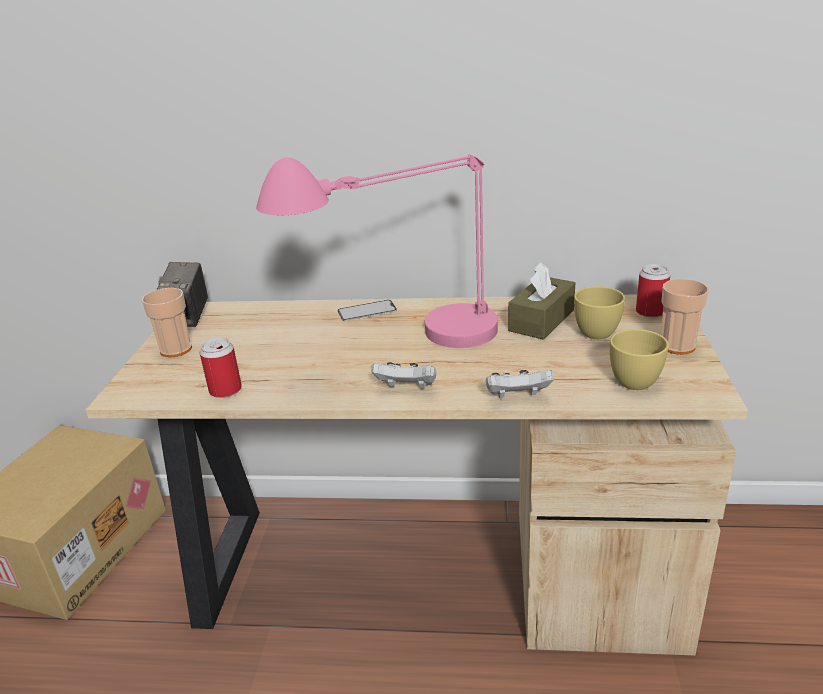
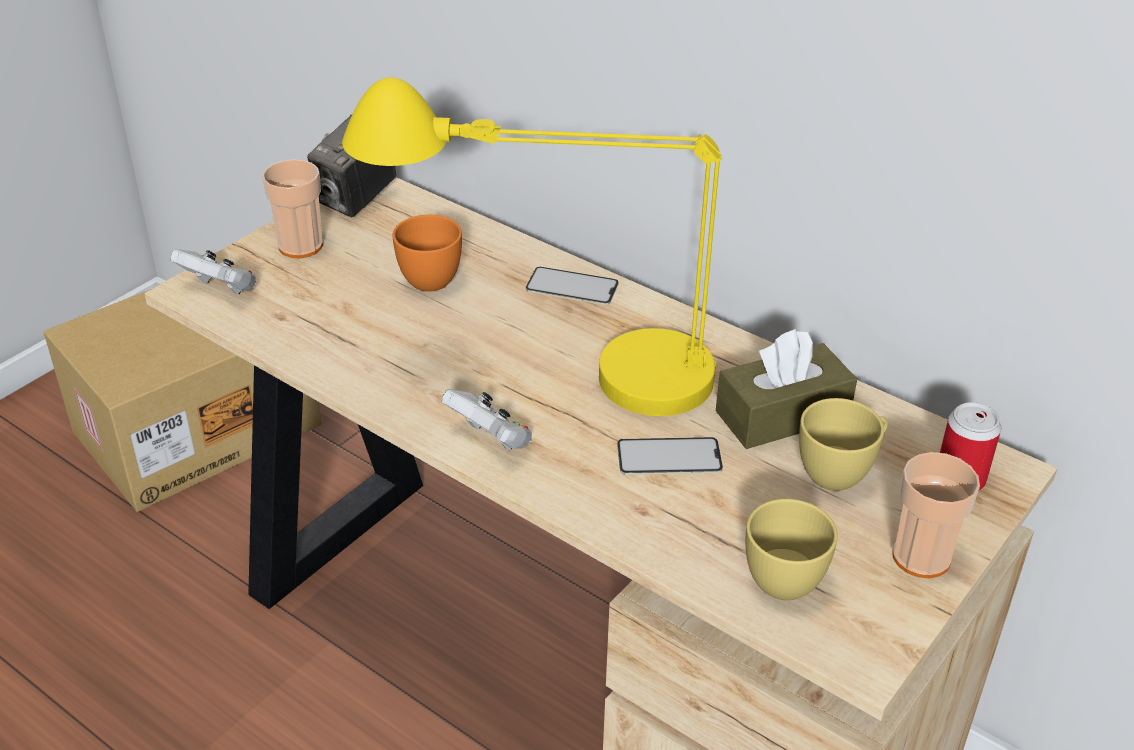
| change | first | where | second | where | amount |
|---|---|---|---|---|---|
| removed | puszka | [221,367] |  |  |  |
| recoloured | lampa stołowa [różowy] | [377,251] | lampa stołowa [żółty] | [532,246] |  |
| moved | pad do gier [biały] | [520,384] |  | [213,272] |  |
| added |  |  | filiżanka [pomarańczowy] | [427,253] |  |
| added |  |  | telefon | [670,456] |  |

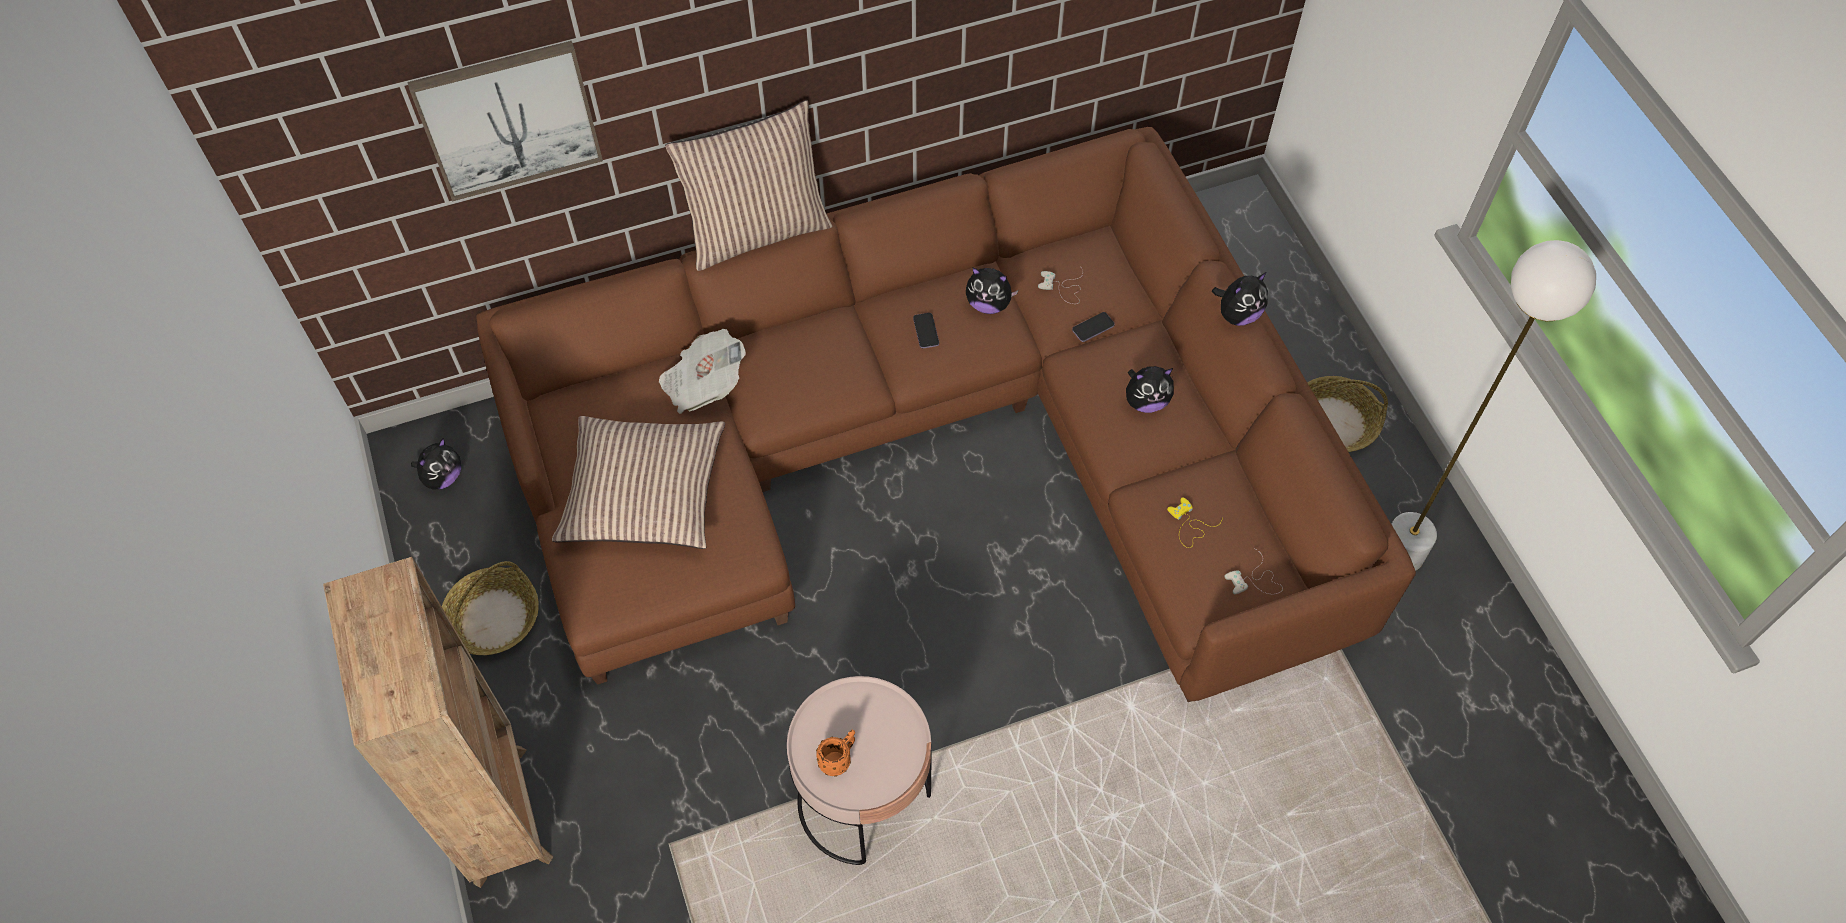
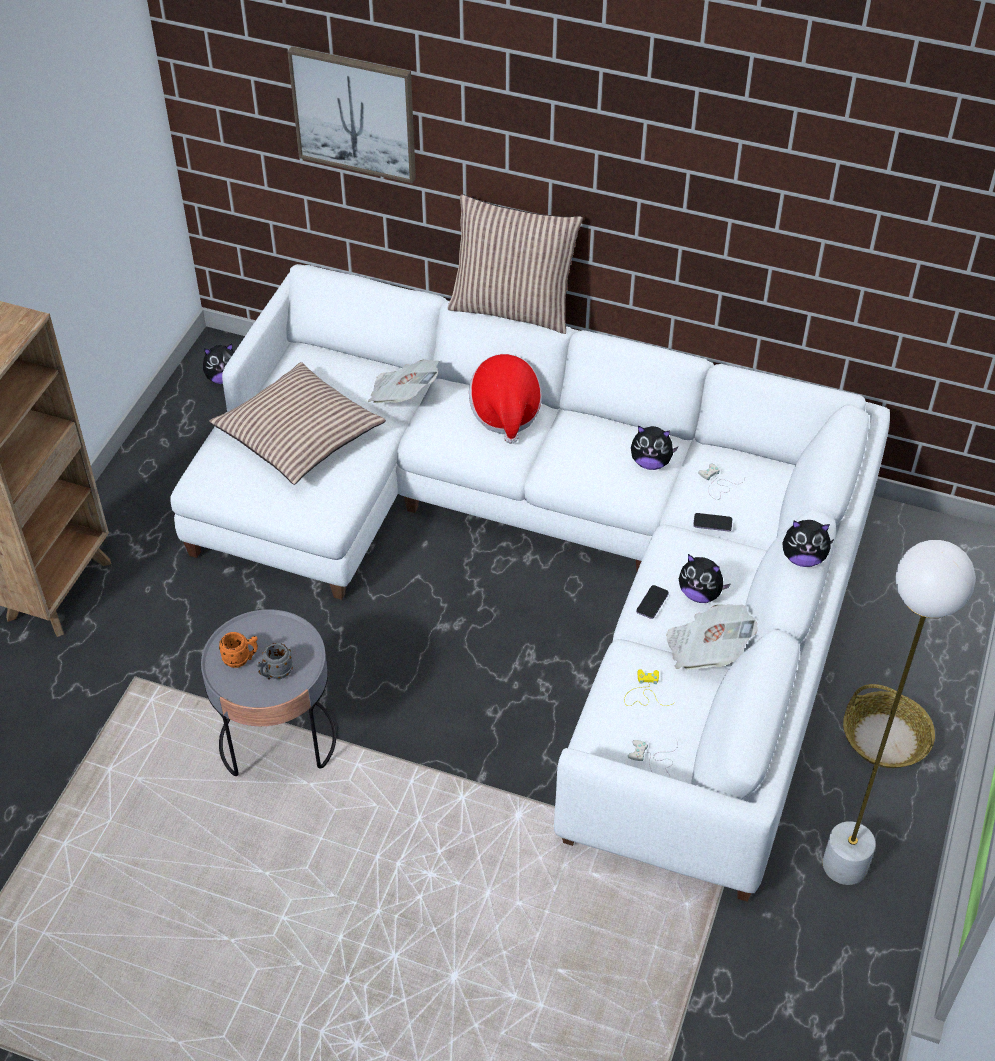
| change | first | where | second | where | amount |
|---|---|---|---|---|---|
| removed | koszyk | [490,608] |  |  |  |
| recoloured | kanapa [brązowy] | [946,414] | kanapa [biały] | [530,583] |  |
| recoloured | stolik [różowy] | [859,770] | stolik [szary] | [268,692] |  |
| moved | telefon | [926,330] |  | [652,602] |  |
| turned | pluszak | [992,290] |  | [654,448] | 45 degrees counterclockwise |
| added |  |  | kubek [szary] | [274,661] |  |
| added |  |  | kapelusz | [505,399] |  |
| added |  |  | gazeta | [712,637] |  |

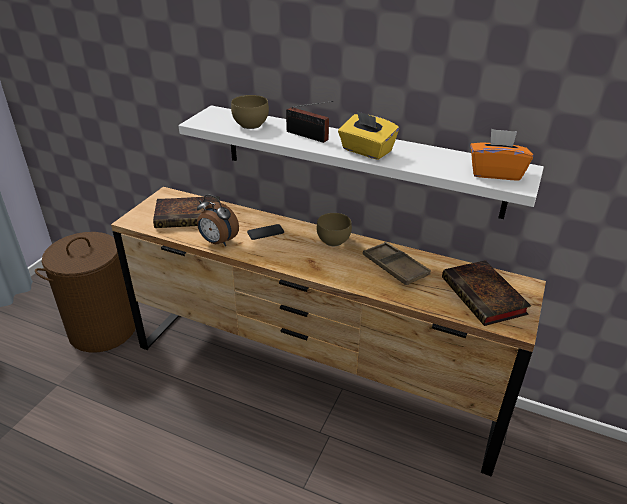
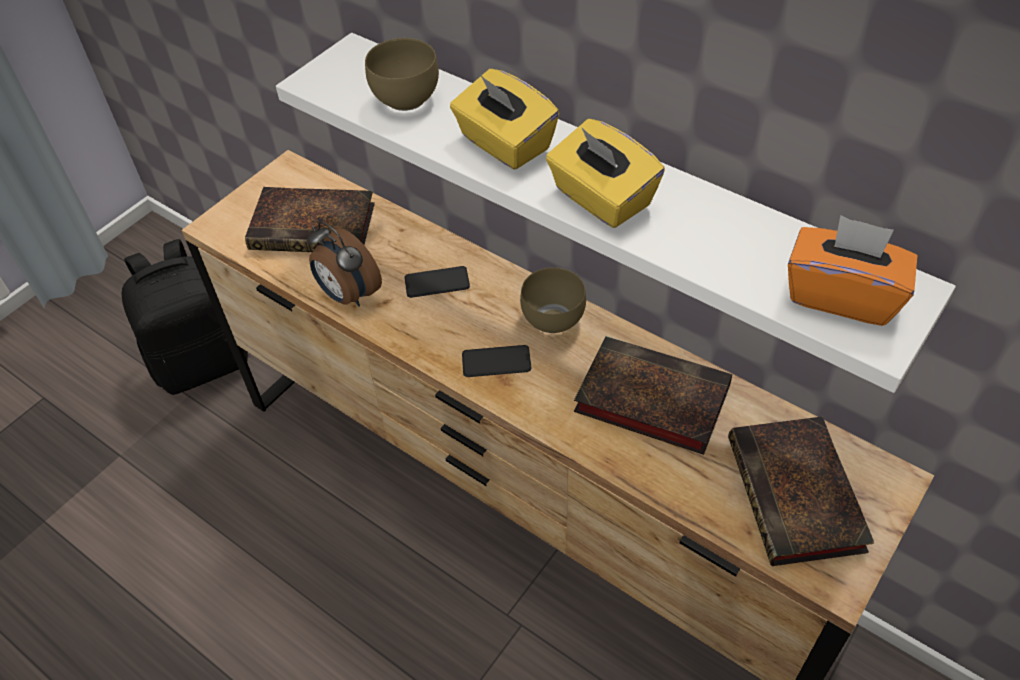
| change | first | where | second | where | amount |
|---|---|---|---|---|---|
| replaced | kosz na pranie [brązowy] | [85,292] | plecak [czarny] | [185,317] |  |
| replaced | radio | [309,122] | pudełko chusteczek [żółty] | [504,119] |  |
| replaced | taca [brązowy] | [397,263] | książka | [653,395] |  |
| added |  |  | telefon | [496,361] |  |

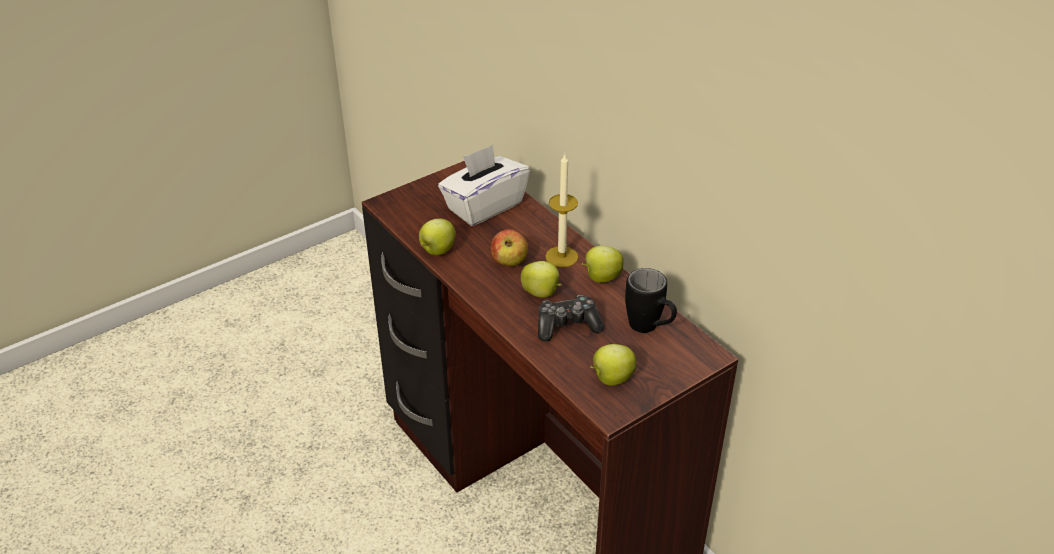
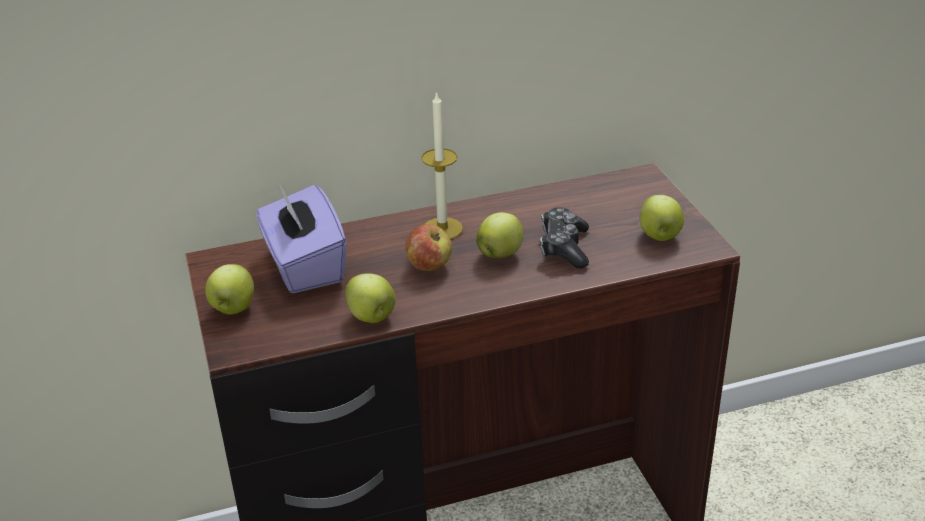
| change | first | where | second | where | amount |
|---|---|---|---|---|---|
| recoloured | pudełko chusteczek [biały] | [484,185] | pudełko chusteczek [fioletowy] | [301,239] |  |
| moved | jabłko | [602,264] |  | [229,289] |  |
| removed | kubek [czarny] | [651,300] |  |  |  |

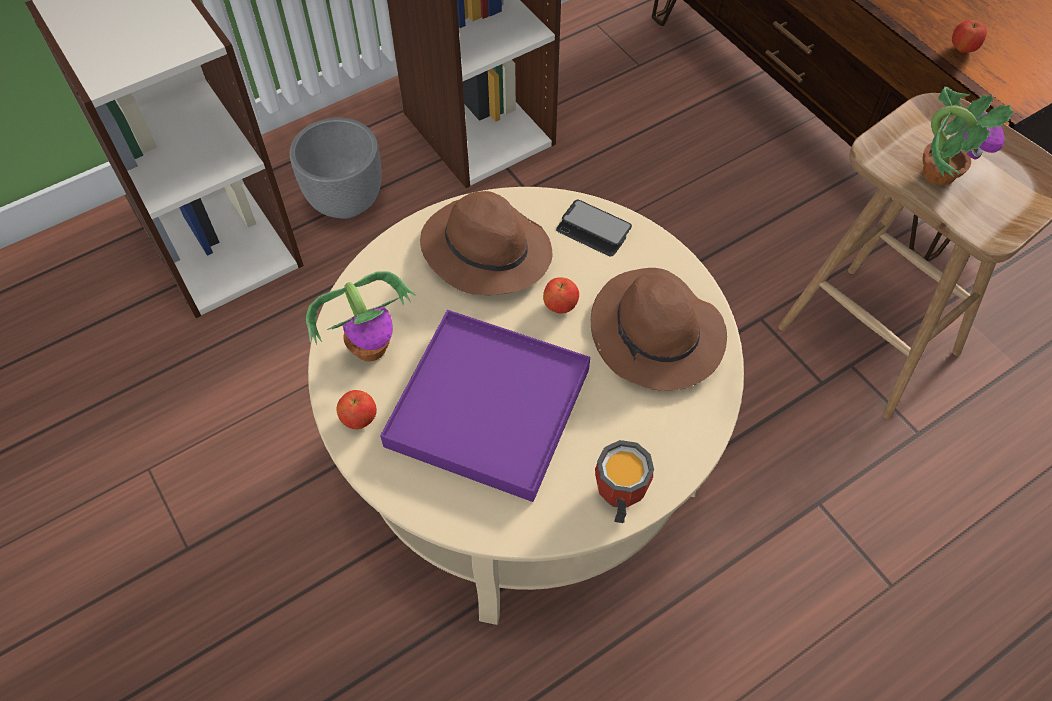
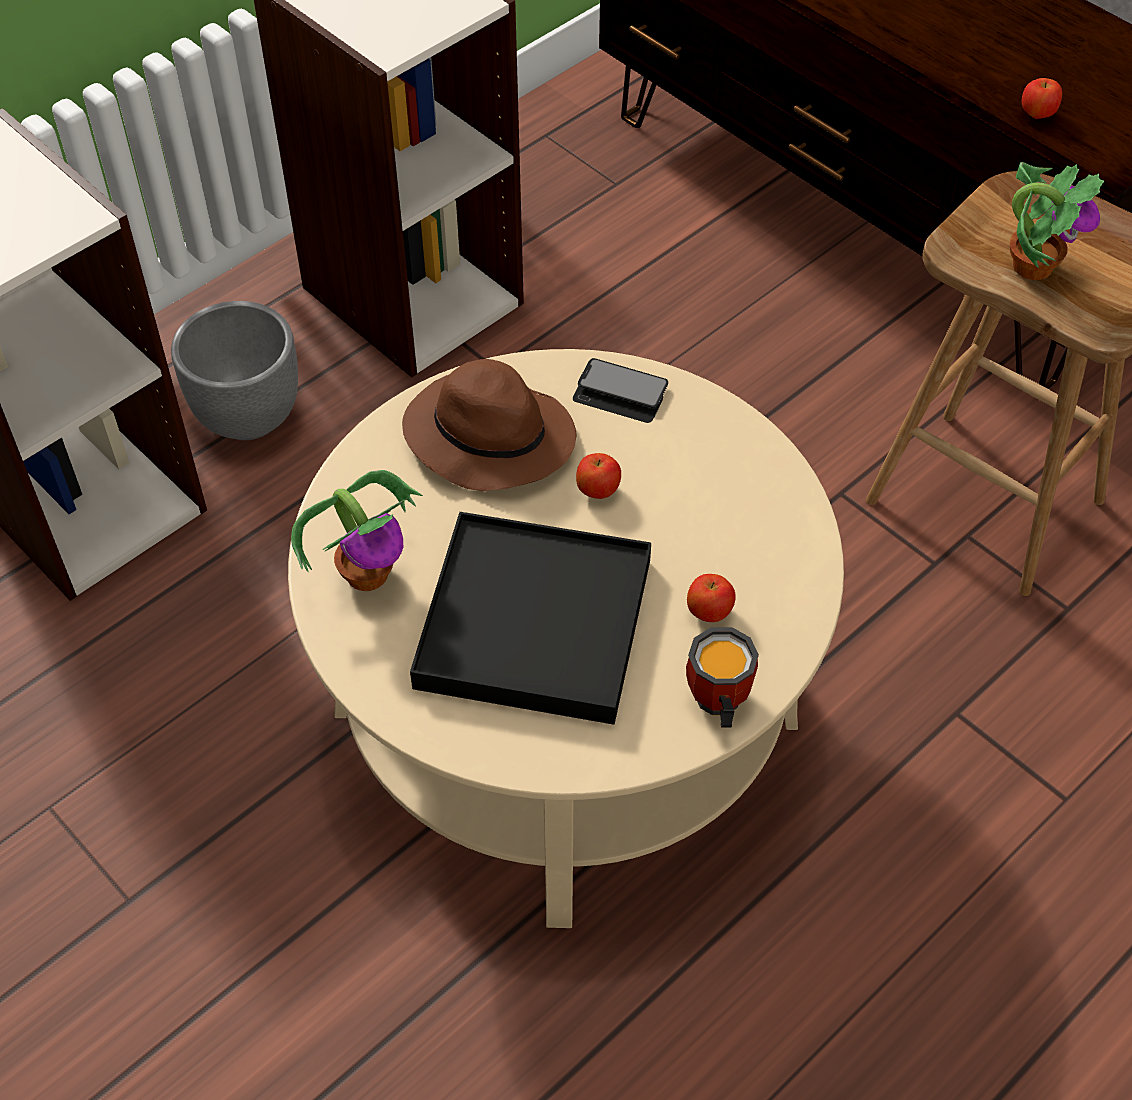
| change | first | where | second | where | amount |
|---|---|---|---|---|---|
| moved | jabłko | [357,409] |  | [711,598] |  |
| recoloured | taca [fioletowy] | [485,406] | taca [czarny] | [530,618] |  |
| removed | kapelusz [brązowy] | [659,329] |  |  |  |

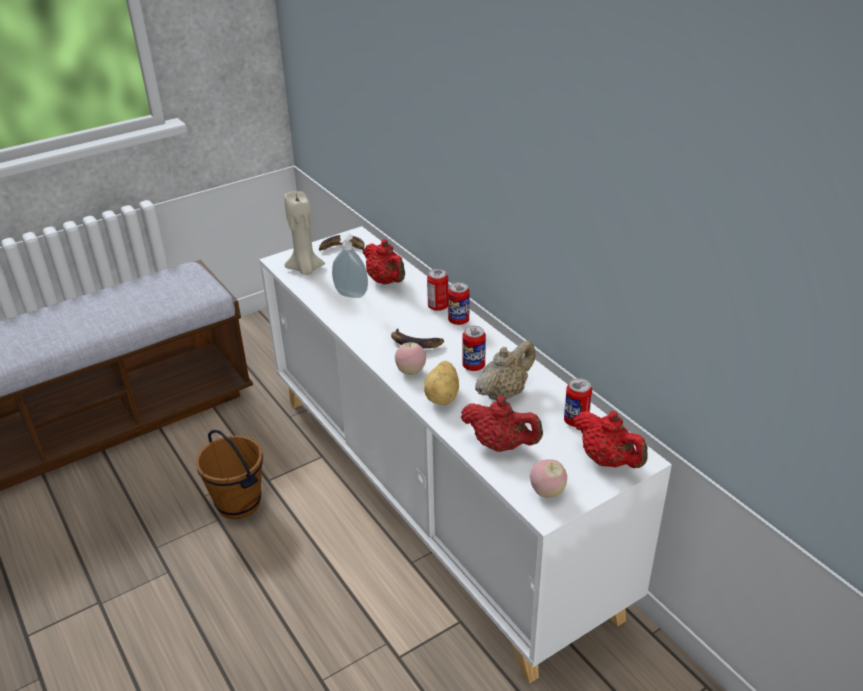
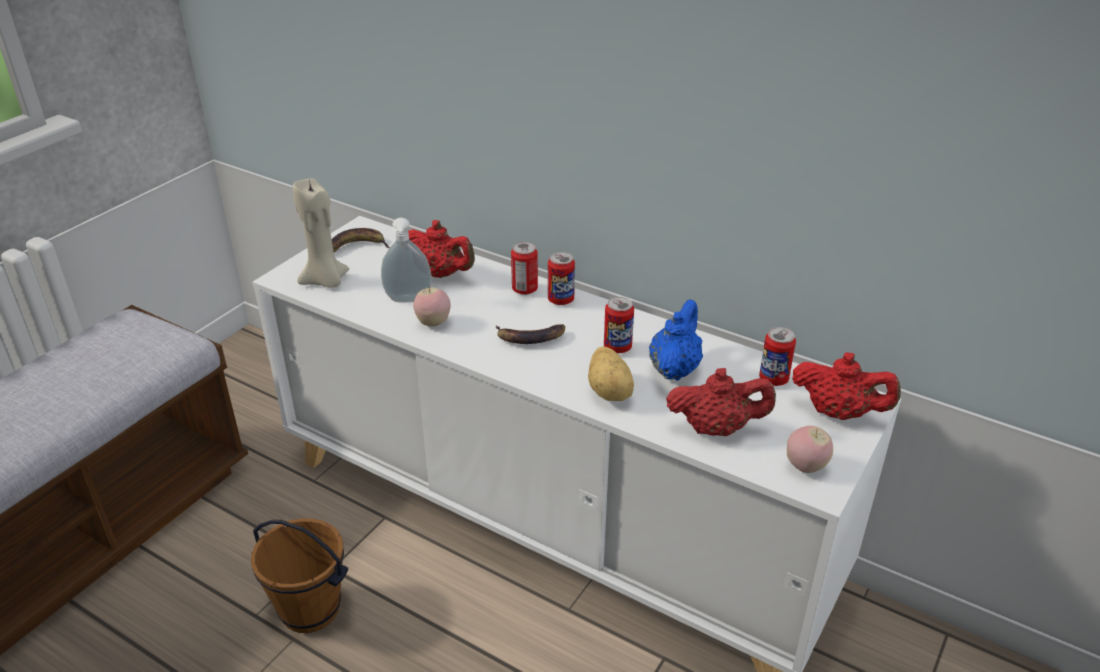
| change | first | where | second | where | amount |
|---|---|---|---|---|---|
| moved | jabłko | [410,358] |  | [432,307] |  |
| recoloured | imbryk [beżowy] | [505,370] | imbryk [niebieski] | [676,339] |  |

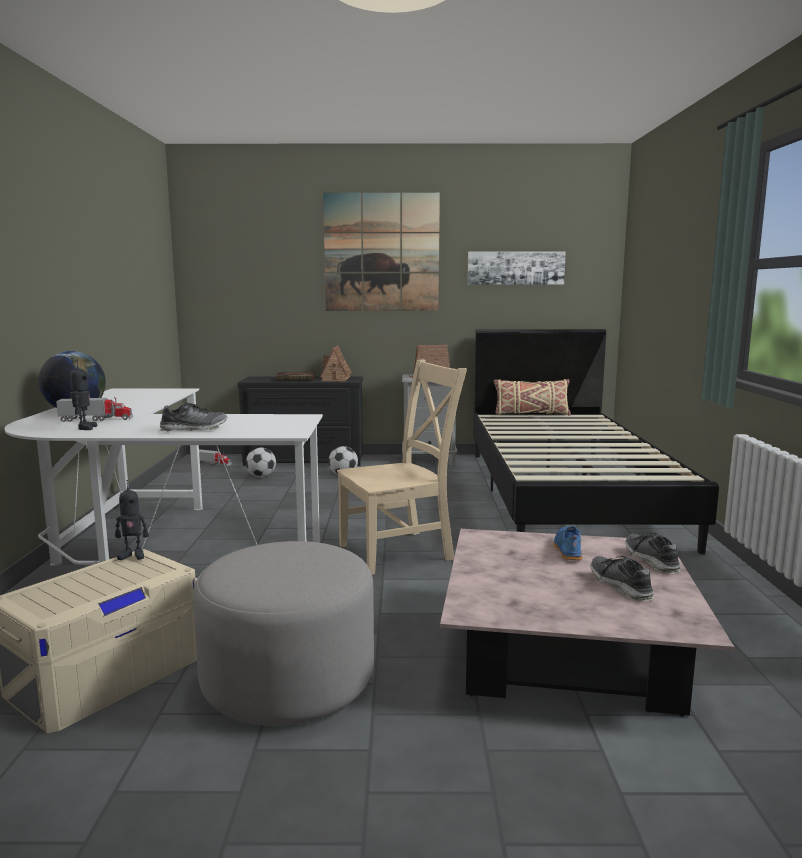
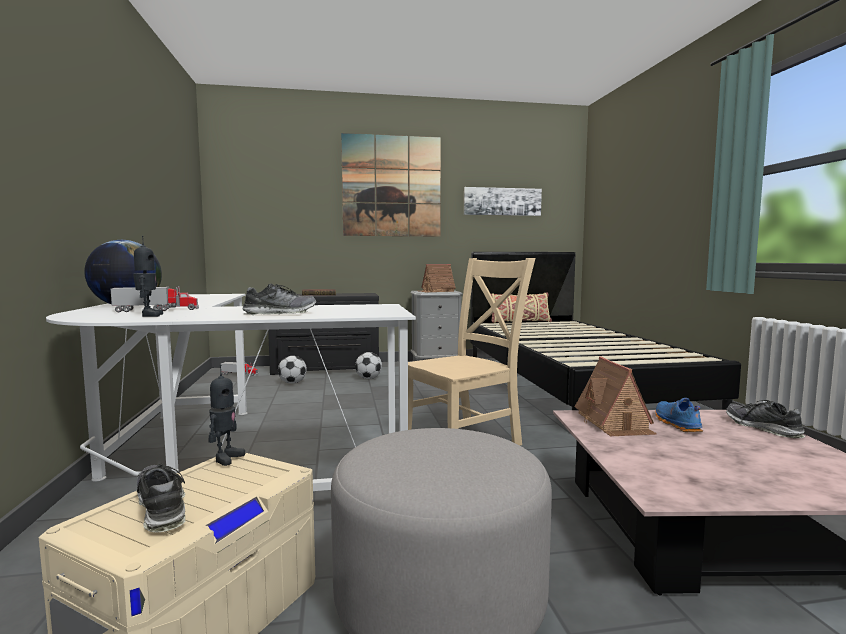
| change | first | where | second | where | amount |
|---|---|---|---|---|---|
| turned | robot zabawkowy | [132,520] |  | [227,415] | 60 degrees counterclockwise |
| moved | domek | [336,363] |  | [616,396] |  |
| moved | but | [622,578] |  | [161,497] |  |

